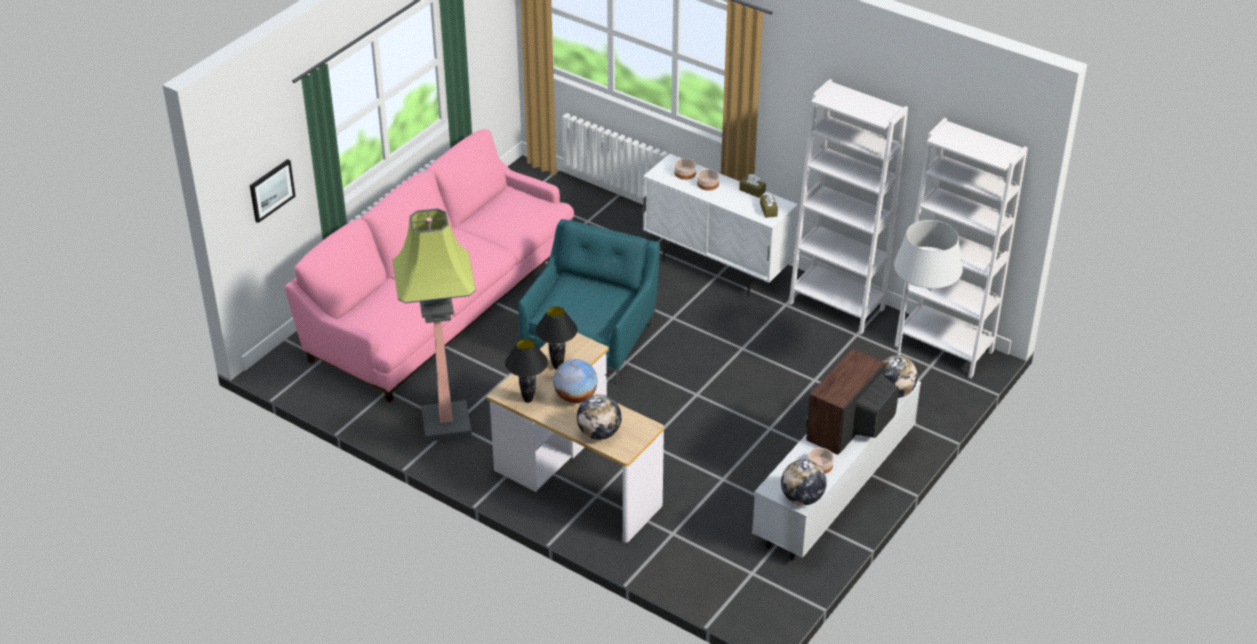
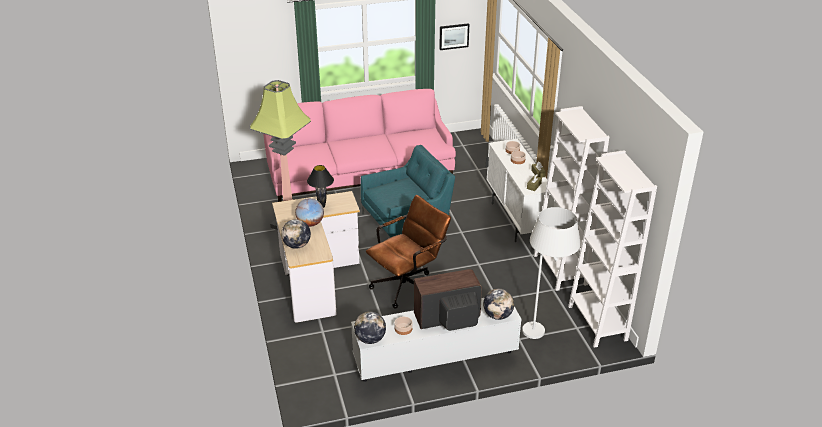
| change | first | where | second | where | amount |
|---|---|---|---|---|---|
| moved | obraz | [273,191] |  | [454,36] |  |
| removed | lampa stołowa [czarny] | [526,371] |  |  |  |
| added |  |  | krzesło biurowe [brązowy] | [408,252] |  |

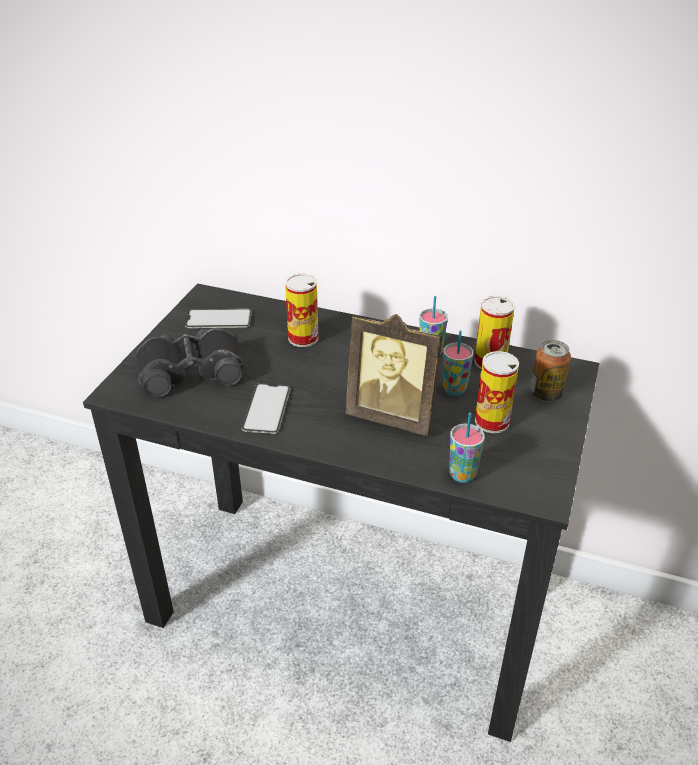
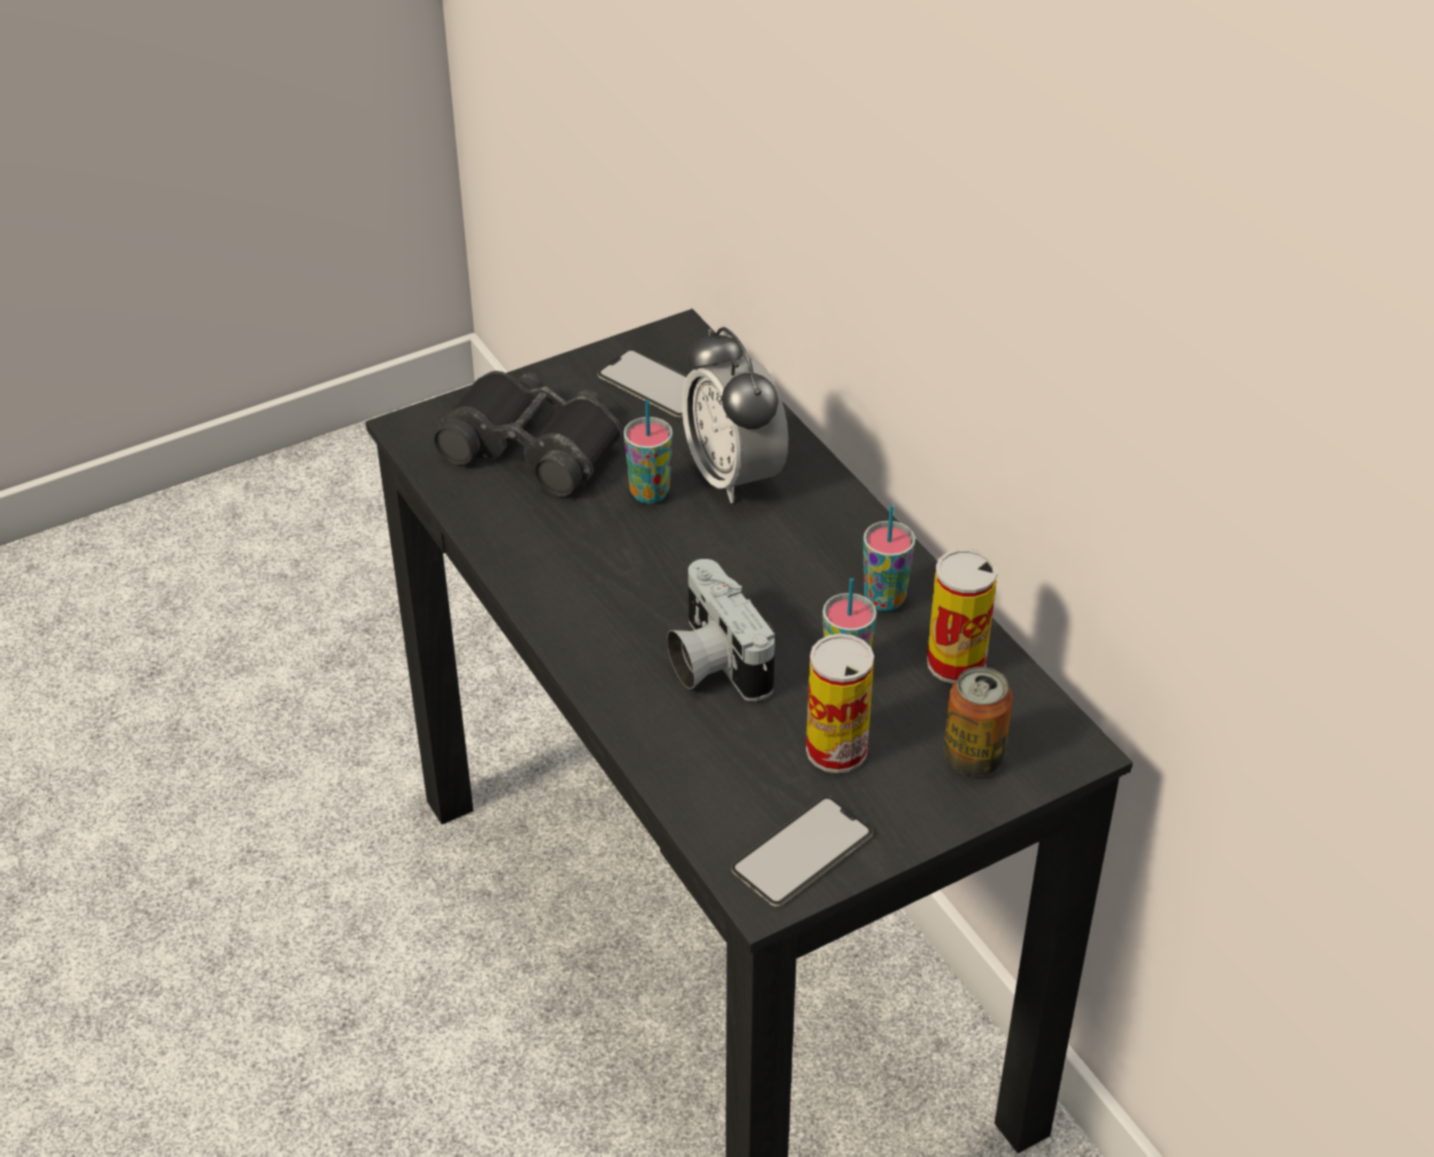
| change | first | where | second | where | amount |
|---|---|---|---|---|---|
| moved | telefon | [266,408] |  | [802,851] |  |
| replaced | puszka | [301,310] | budzik | [735,415] |  |
| replaced | ramka na zdjęcie | [394,375] | aparat fotograficzny | [721,630] |  |
| moved | filiżanka | [467,448] |  | [648,452] |  |

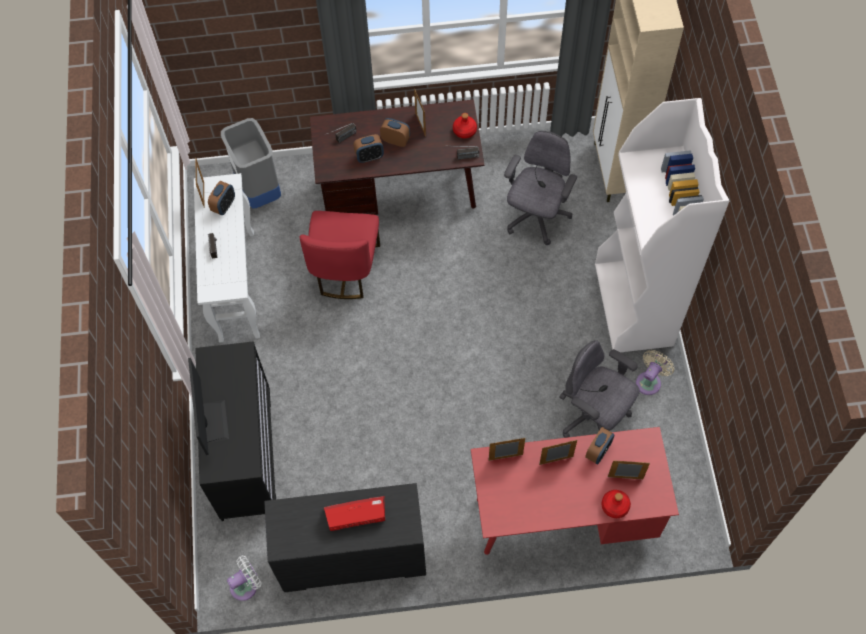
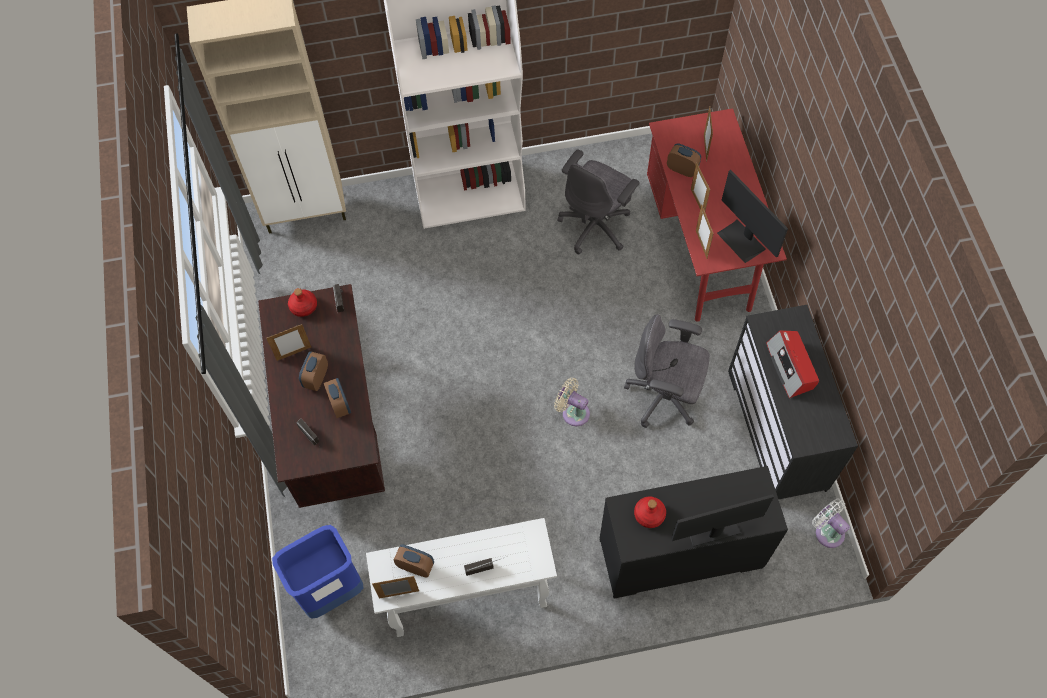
| change | first | where | second | where | amount |
|---|---|---|---|---|---|
| recoloured | kosz na śmieci [szary] | [251,163] | kosz na śmieci [niebieski] | [317,572] |  |
| removed | krzesło [czerwony] | [339,255] |  |  |  |
| moved | krzesło biurowe [szary] | [540,188] |  | [667,371] |  |
| moved | butelka [czerwony] | [616,504] |  | [650,512] |  |
| moved | wentylator [beżowy] | [655,372] |  | [572,402] |  |
| added |  |  | monitor | [752,216] |  |

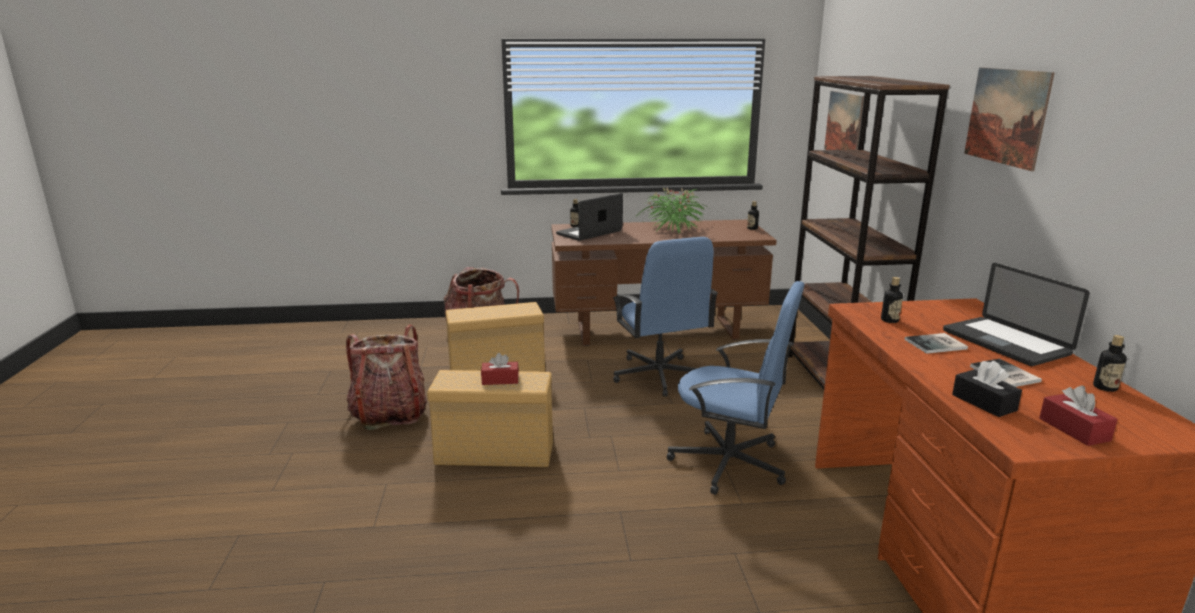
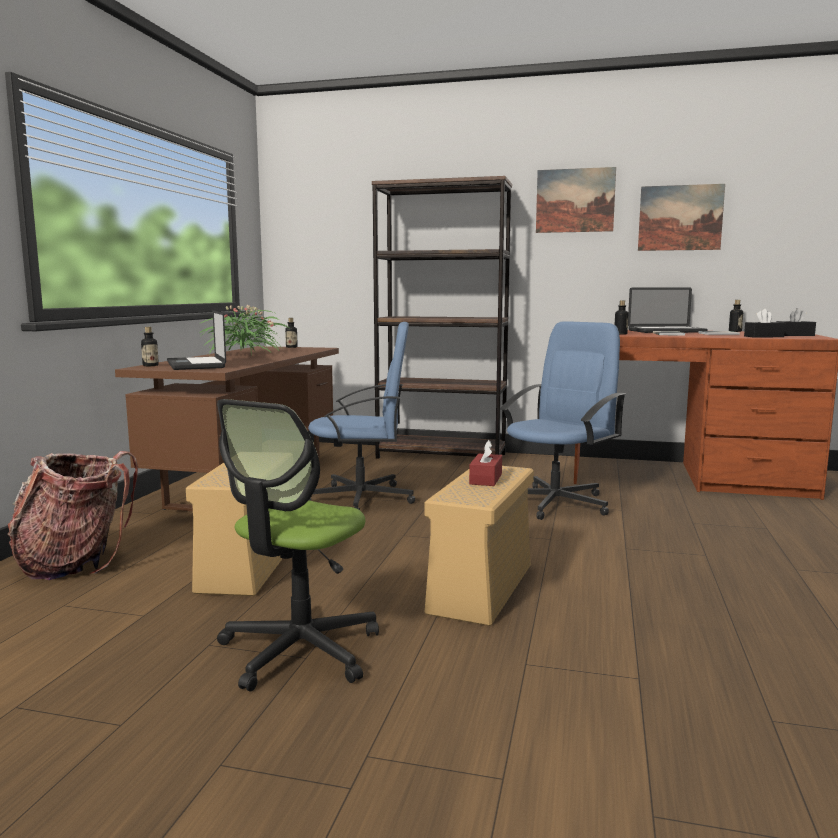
| change | first | where | second | where | amount |
|---|---|---|---|---|---|
| replaced | plecak | [386,377] | krzesło biurowe | [298,545] |  |
| moved | obraz | [844,120] |  | [681,217] |  |
| recoloured | pudełko chusteczek [czerwony] | [1078,415] | pudełko chusteczek [czarny] | [796,322] |  |

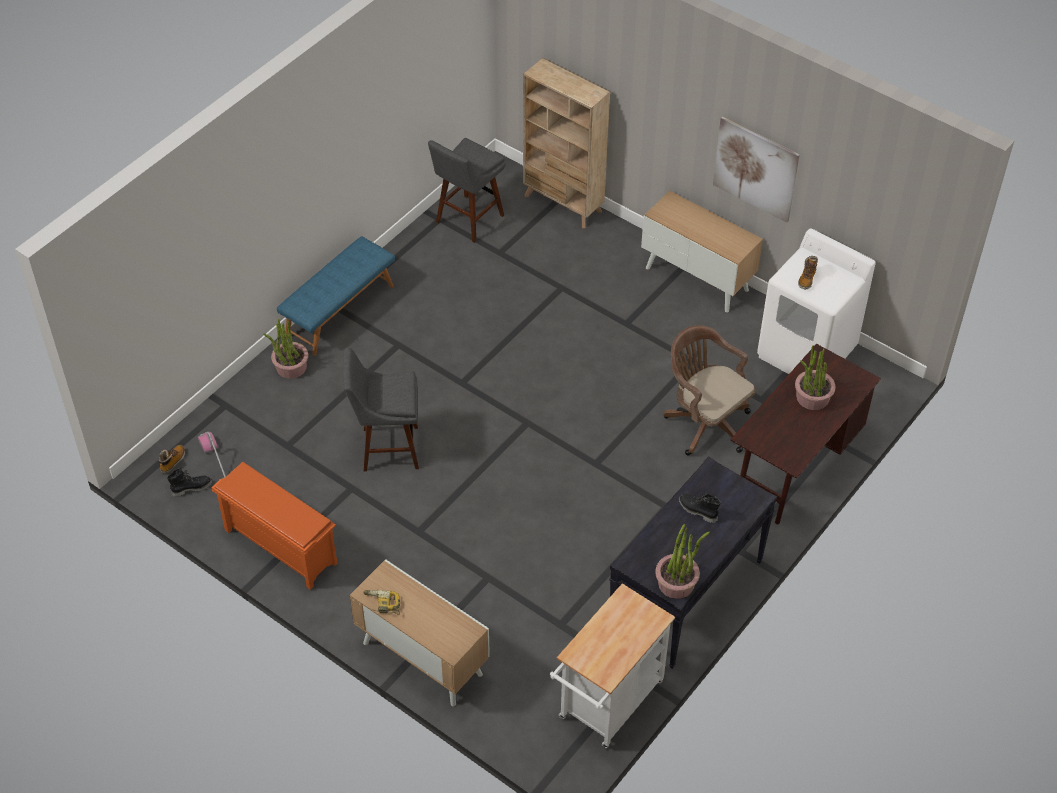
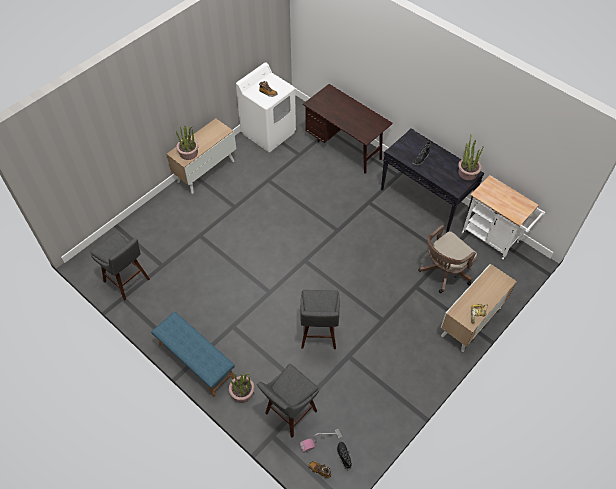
| change | first | where | second | where | amount |
|---|---|---|---|---|---|
| removed | regał na buty [pomarańczowy] | [274,526] |  |  |  |
| removed | regał [beżowy] | [566,143] |  |  |  |
| moved | krzesło biurowe [brązowy] | [709,390] |  | [447,259] |  |
| removed | obraz | [756,169] |  |  |  |
| moved | roślina doniczkowa | [815,377] |  | [187,142] |  |
| added |  |  | stołek [szary] | [288,401] |  |

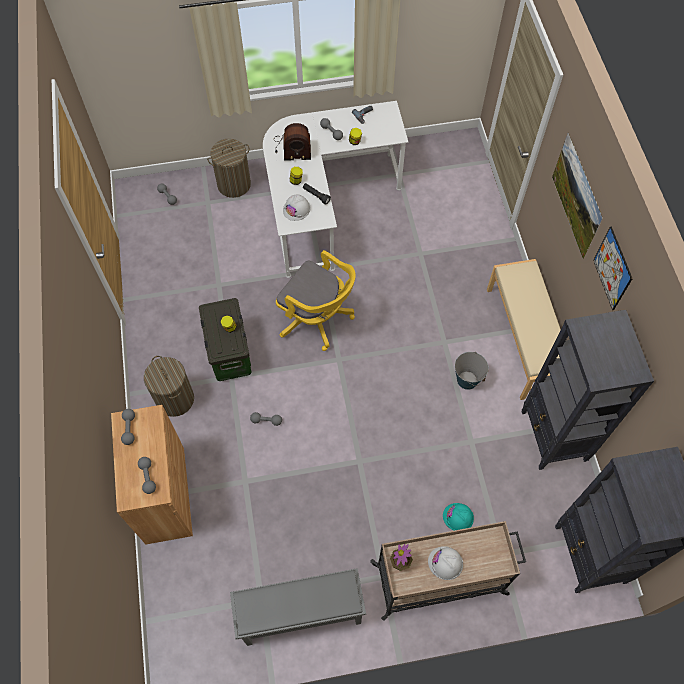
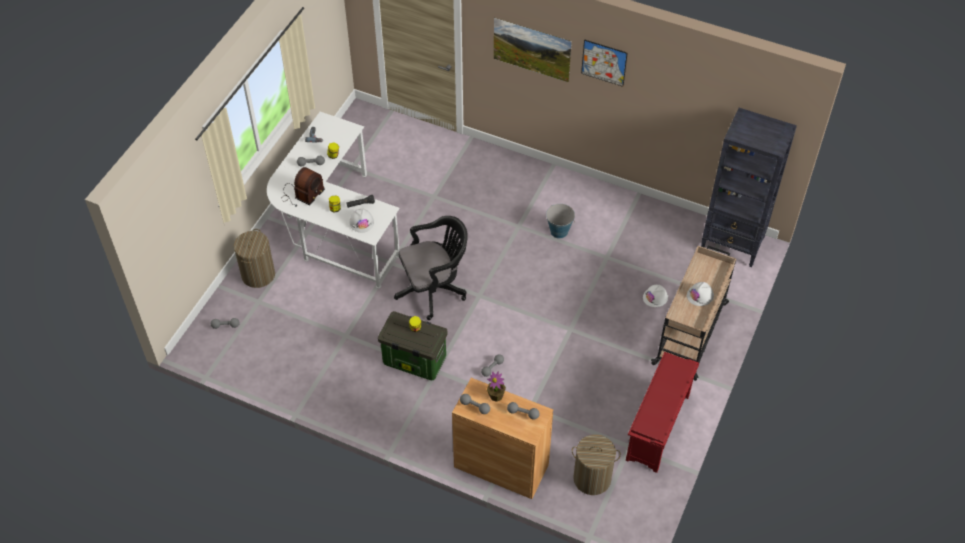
| change | first | where | second | where | amount |
|---|---|---|---|---|---|
| moved | kosz na pranie | [169,386] |  | [596,464] |  |
| recoloured | regał na buty [szary] | [298,607] | regał na buty [czerwony] | [662,412] |  |
| recoloured | krzesło biurowe [żółty] | [316,300] | krzesło biurowe [czarny] | [431,268] |  |
| moved | roślina doniczkowa | [401,557] |  | [496,387] |  |
| recoloured | kask [turkusowy] | [458,517] | kask [biały] | [655,296] |  |
| removed | ławka [beżowy] | [524,329] |  |  |  |
| removed | regał [czarny] | [588,390] |  |  |  |

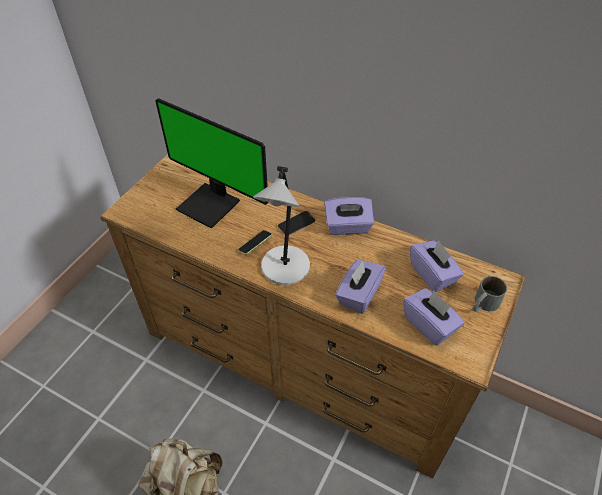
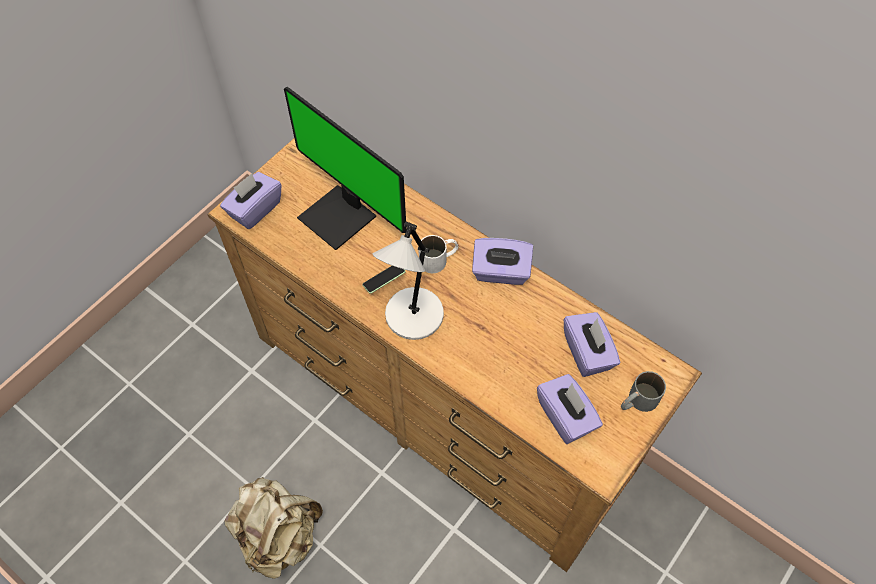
| change | first | where | second | where | amount |
|---|---|---|---|---|---|
| replaced | telefon | [296,223] | kubek [biały] | [438,254] |  |
| moved | pudełko chusteczek [fioletowy] | [360,287] |  | [250,200] |  |

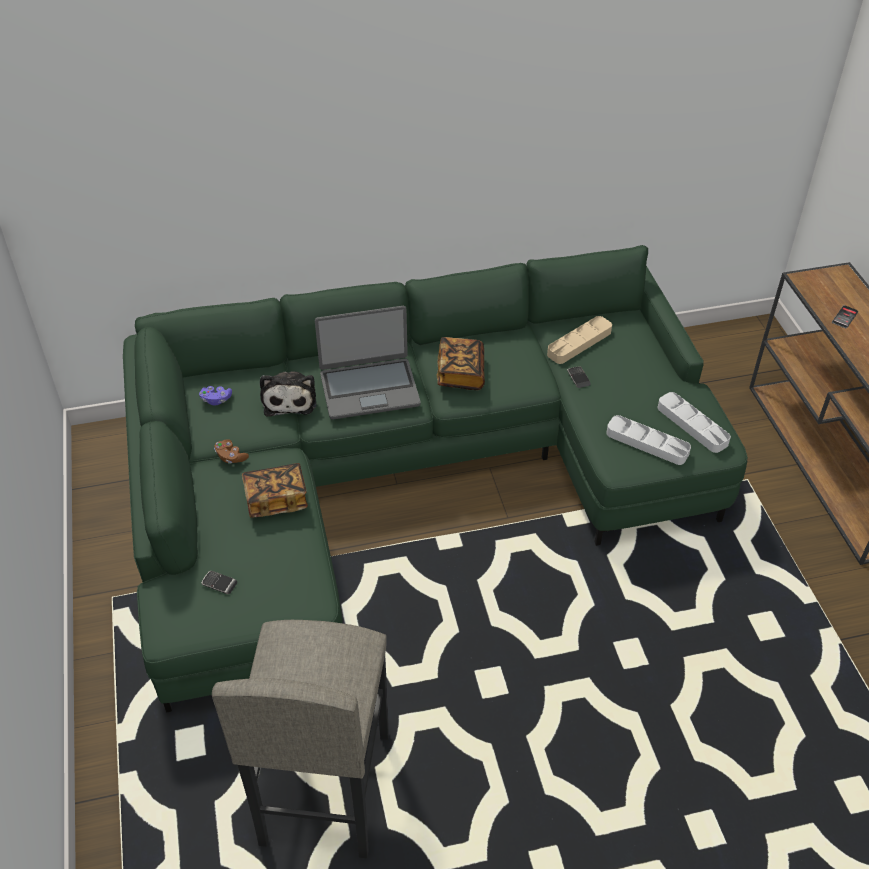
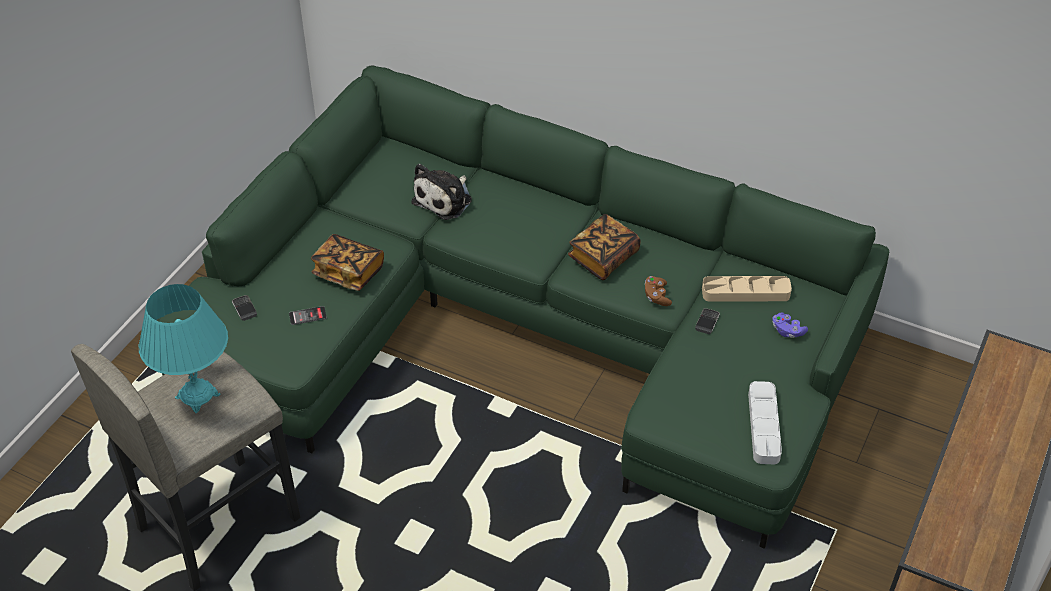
| change | first | where | second | where | amount |
|---|---|---|---|---|---|
| moved | pad do gier [fioletowy] | [215,396] |  | [790,325] |  |
| moved | pad do gier [brązowy] | [231,451] |  | [658,291] |  |
| removed | laptop | [368,363] |  |  |  |
| removed | taca [szary] | [648,440] |  |  |  |
| moved | telefon | [845,316] |  | [308,315] |  |
| added |  |  | lampa stołowa [turkusowy] | [183,348] |  |

